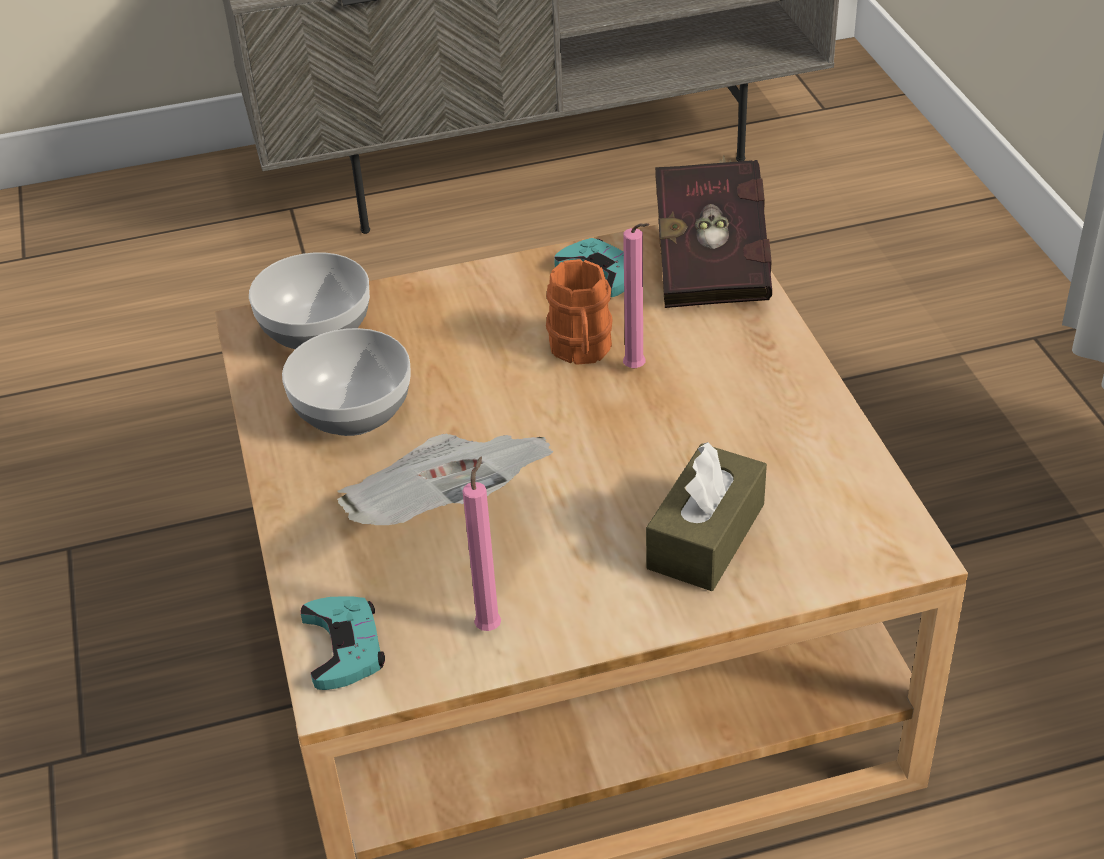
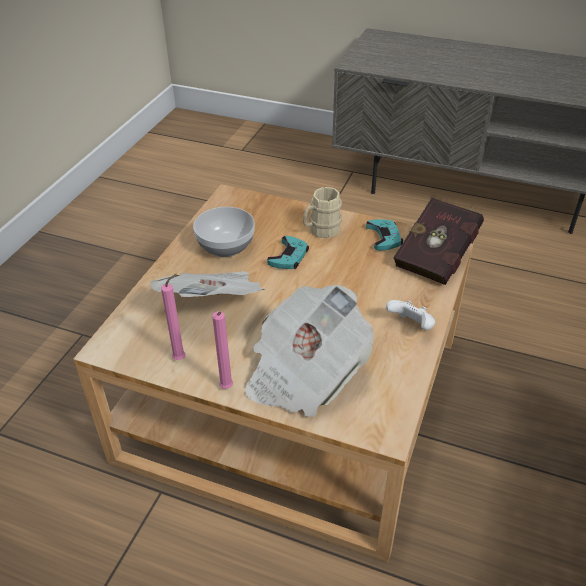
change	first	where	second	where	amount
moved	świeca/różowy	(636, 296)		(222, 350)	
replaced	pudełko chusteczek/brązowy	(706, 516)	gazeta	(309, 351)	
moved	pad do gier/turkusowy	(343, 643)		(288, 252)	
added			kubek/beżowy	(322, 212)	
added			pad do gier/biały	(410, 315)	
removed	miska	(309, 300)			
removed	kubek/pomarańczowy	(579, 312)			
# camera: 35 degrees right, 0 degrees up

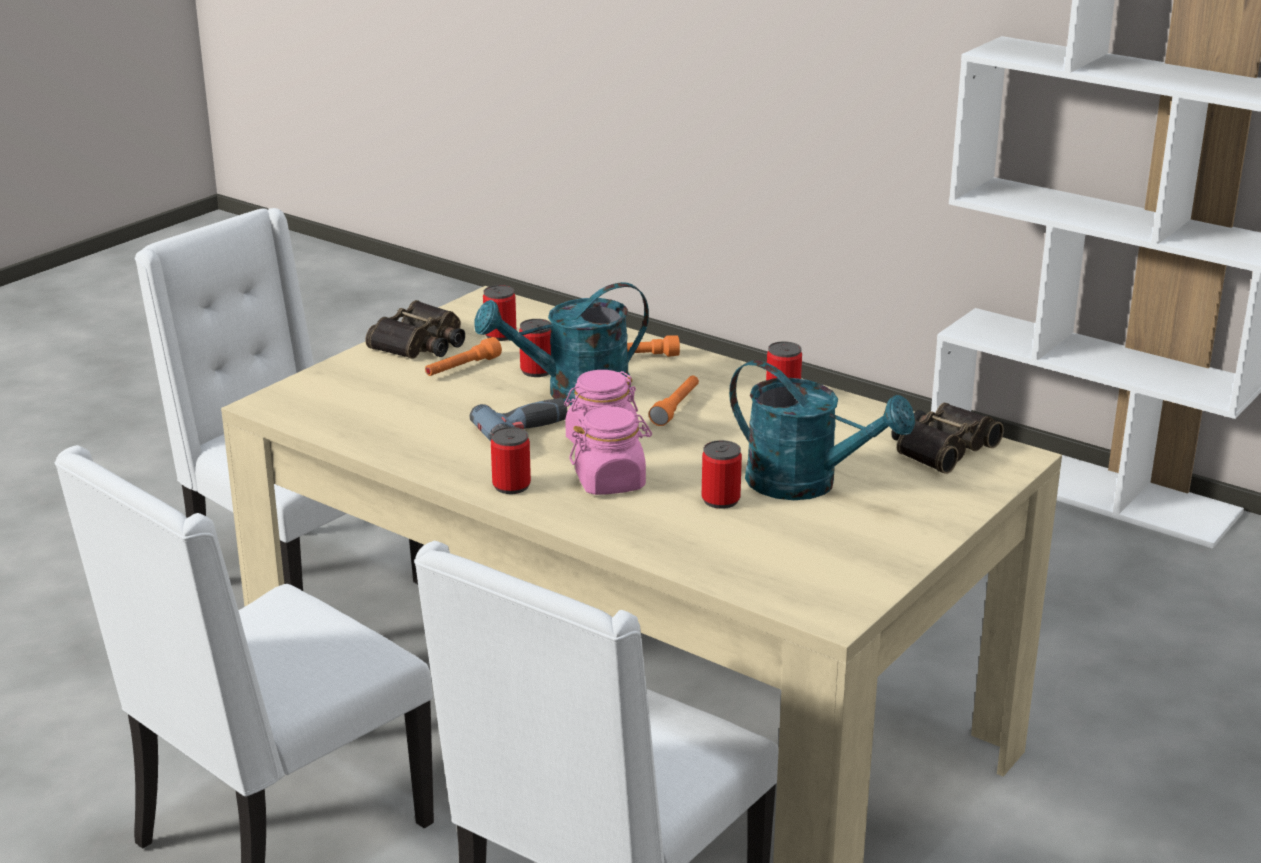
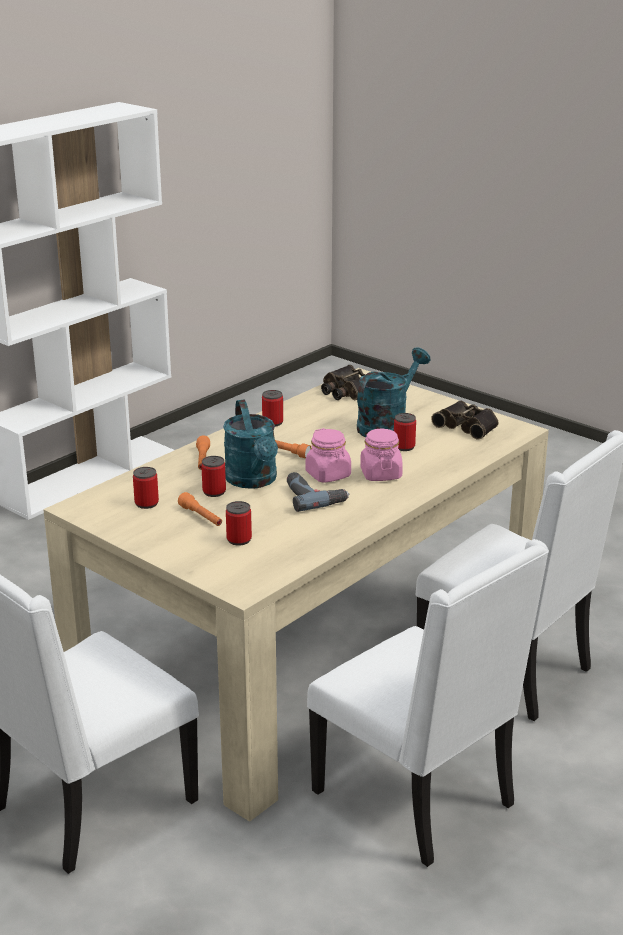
change	first	where	second	where	amount
moved	puszka	(511, 460)		(239, 523)	
moved	lornetka	(415, 329)		(464, 420)	
# camera: 85 degrees left, 0 degrees up

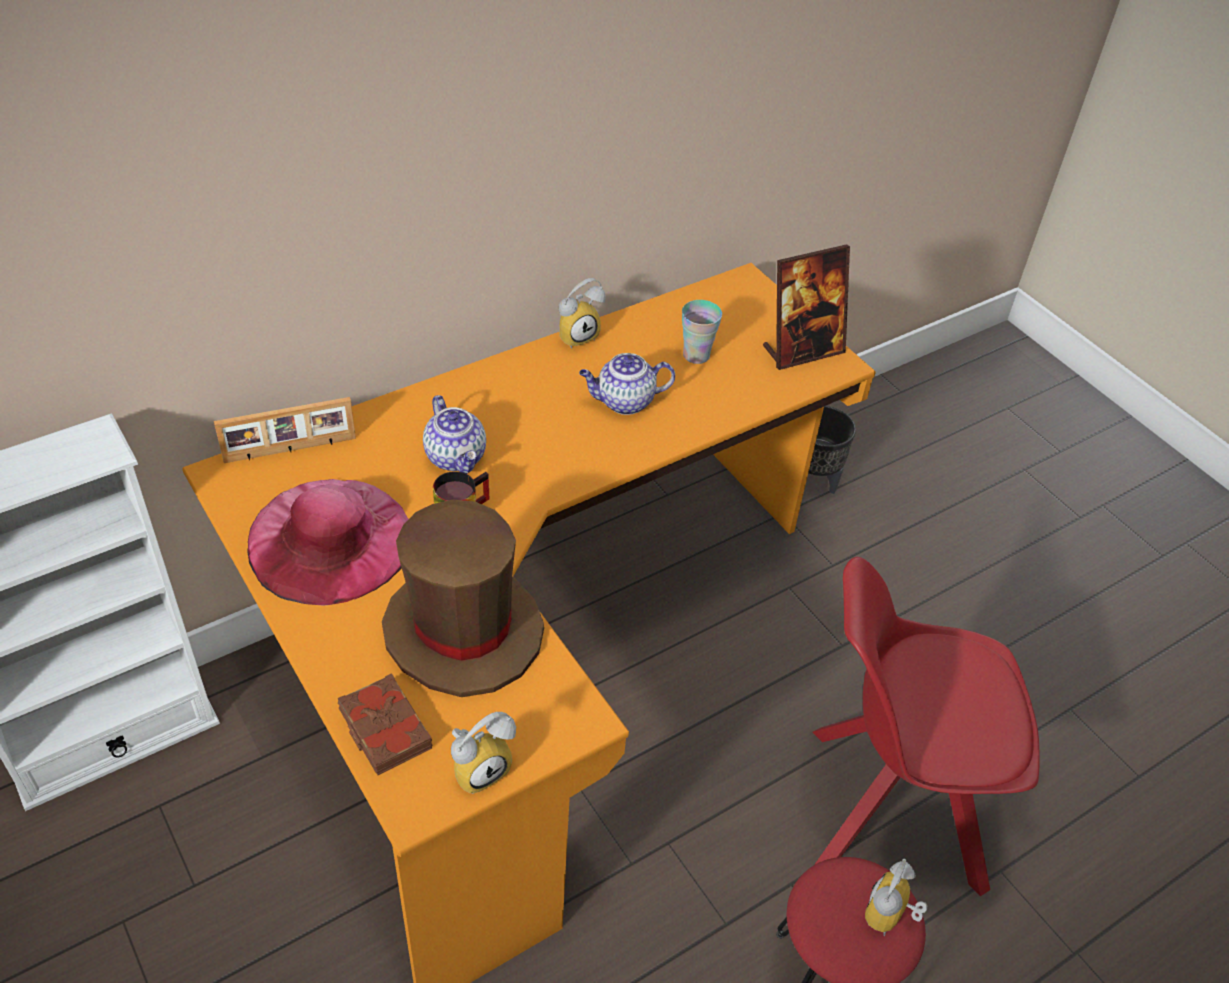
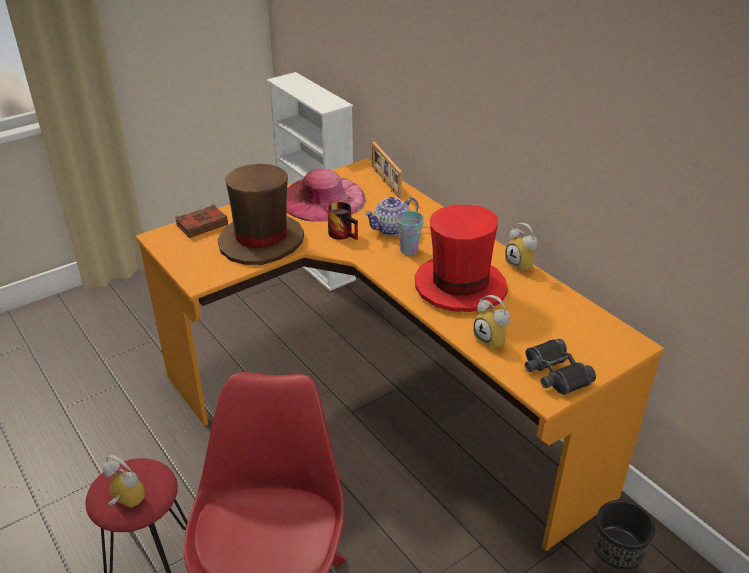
change	first	where	second	where	amount
moved	filiżanka	(702, 332)		(410, 233)	
replaced	imbryk	(627, 384)	kapelusz/czerwony	(461, 258)	
moved	budzik	(483, 753)		(491, 322)	
replaced	ramka na zdjęcie	(806, 307)	lornetka/czarny	(560, 367)	
# camera: 90 degrees right, 10 degrees down

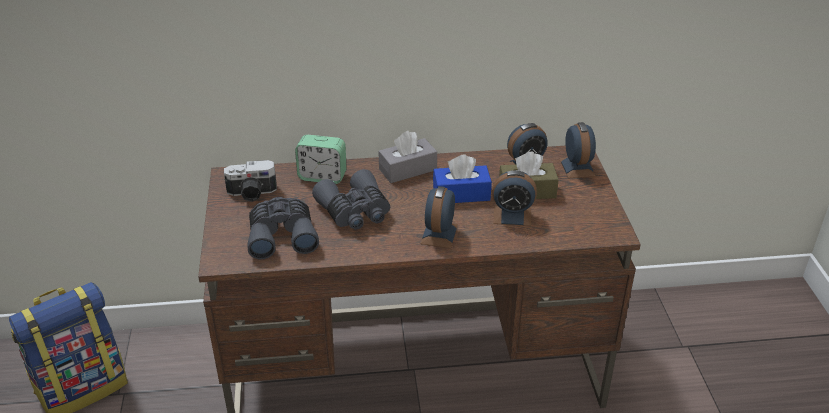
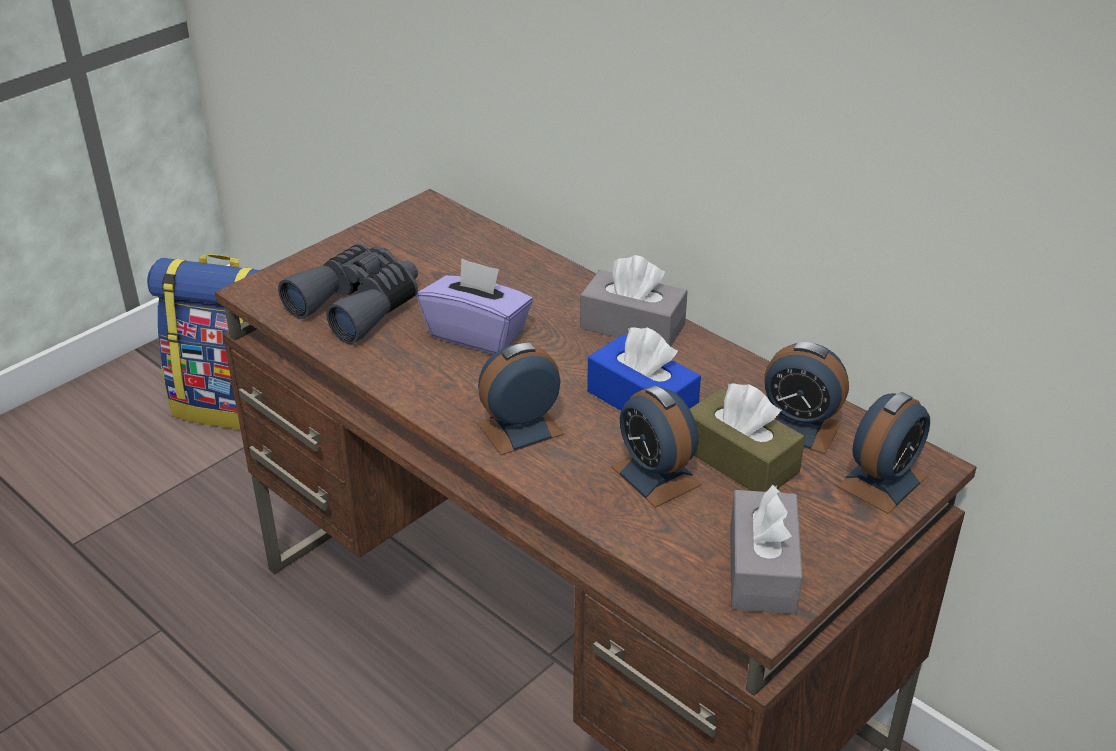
change	first	where	second	where	amount
replaced	lornetka/szary	(351, 199)	pudełko chusteczek/fioletowy	(475, 306)	
added			pudełko chusteczek/szary	(766, 549)	
removed	aparat fotograficzny	(250, 181)			
removed	budzik	(321, 159)			
# camera: 50 degrees right, 0 degrees up

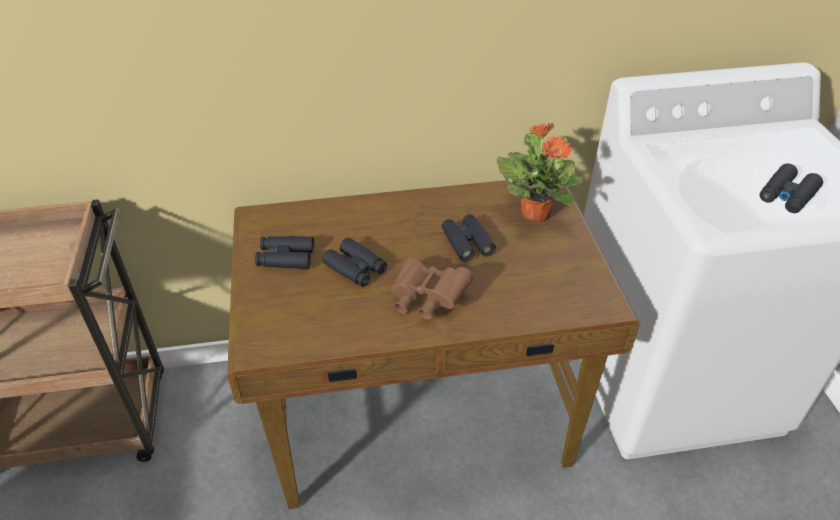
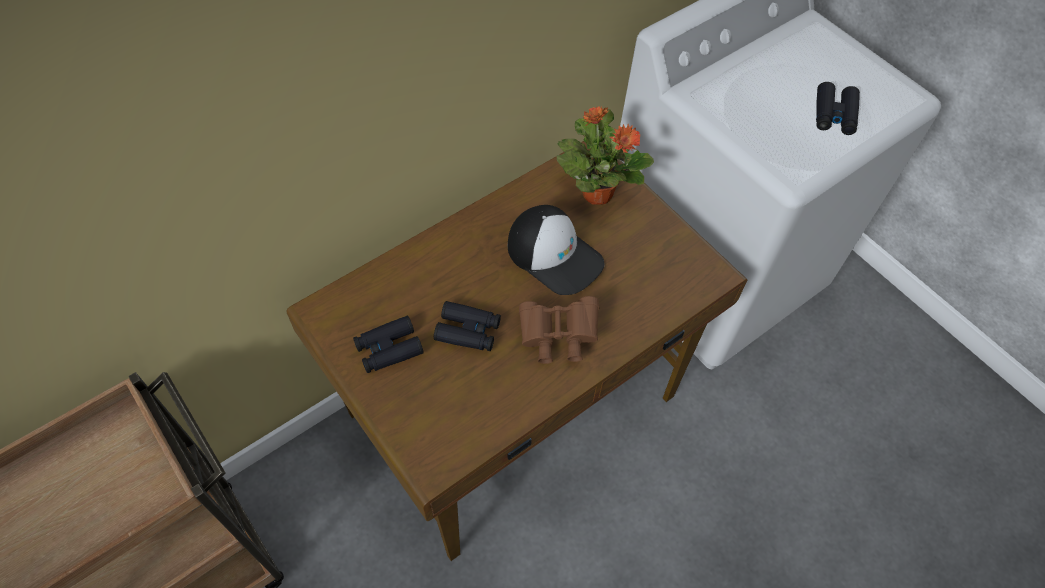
change	first	where	second	where	amount
replaced	lornetka/czarny	(469, 238)	czapka z daszkiem	(556, 250)	
# camera: 30 degrees left, 15 degrees up

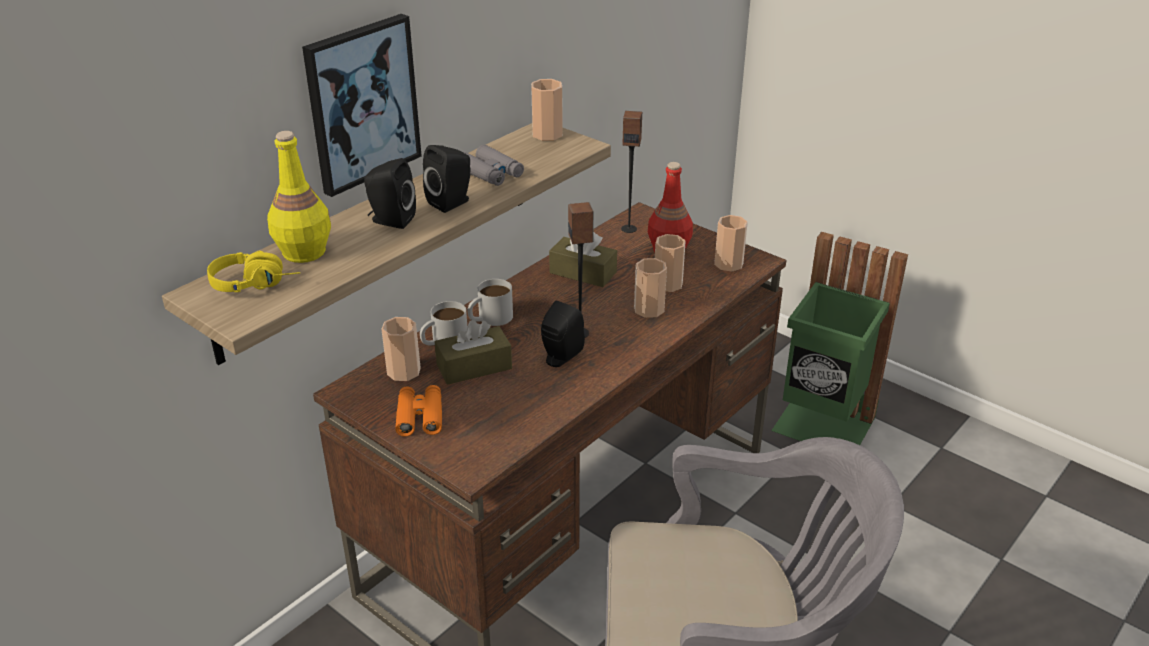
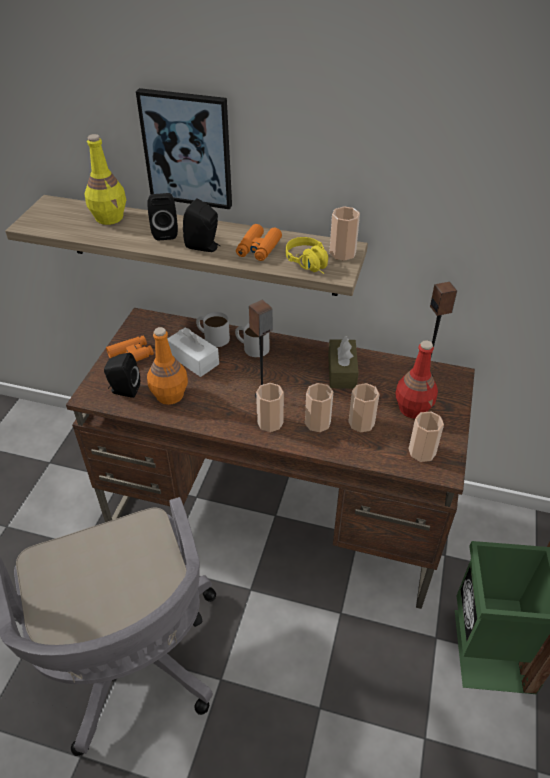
change	first	where	second	where	amount
moved	głośnik/czarny	(563, 334)		(122, 375)	
added			butelka/pomarańczowy	(167, 366)	
recoloured	pudełko chusteczek/brązowy	(473, 352)	pudełko chusteczek/biały	(193, 352)	
recoloured	lornetka/szary	(493, 165)	lornetka/pomarańczowy	(259, 242)	
moved	filiżanka	(401, 349)		(270, 407)	
moved	słuchawki/żółty	(253, 271)		(307, 255)	
# camera: 65 degrees right, 10 degrees up

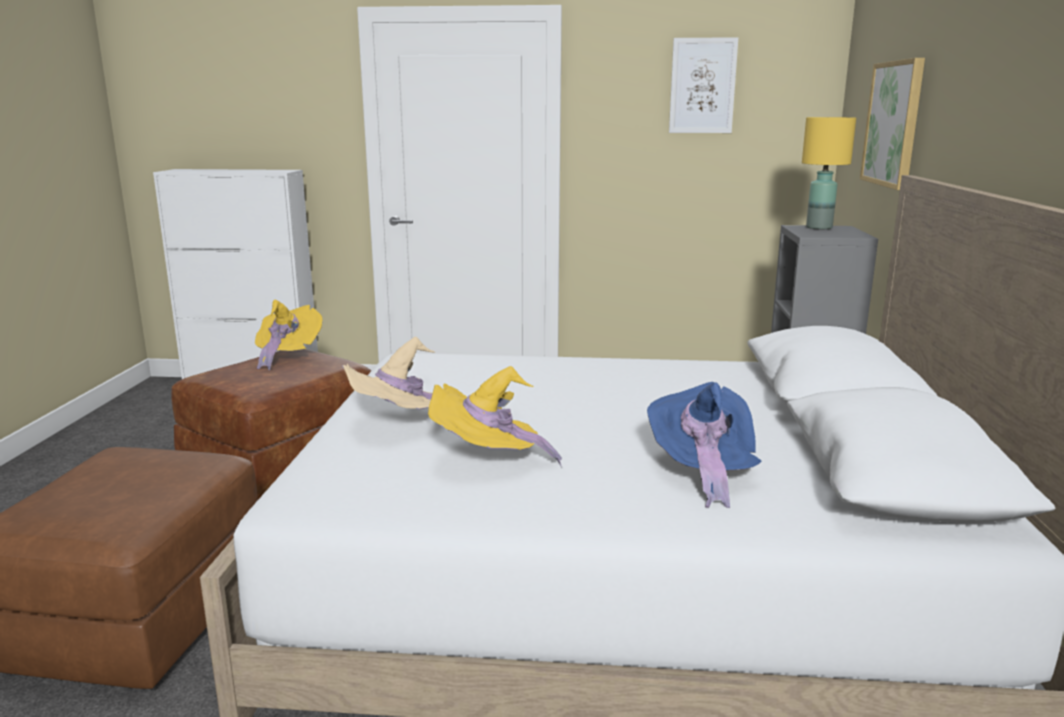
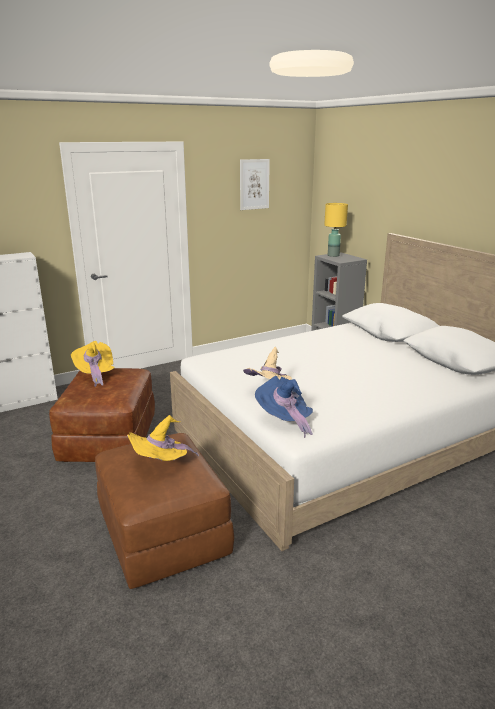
change	first	where	second	where	amount
moved	kapelusz/żółty	(495, 416)		(163, 438)	
moved	kapelusz/niebieski	(704, 445)		(284, 407)	
removed	obraz	(892, 124)			
# camera: 35 degrees left, 5 degrees up

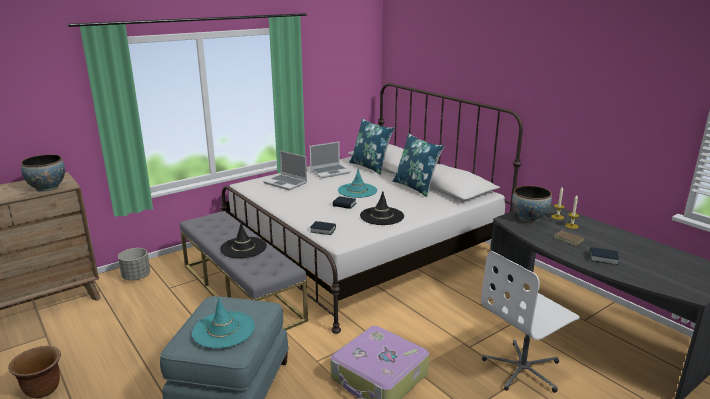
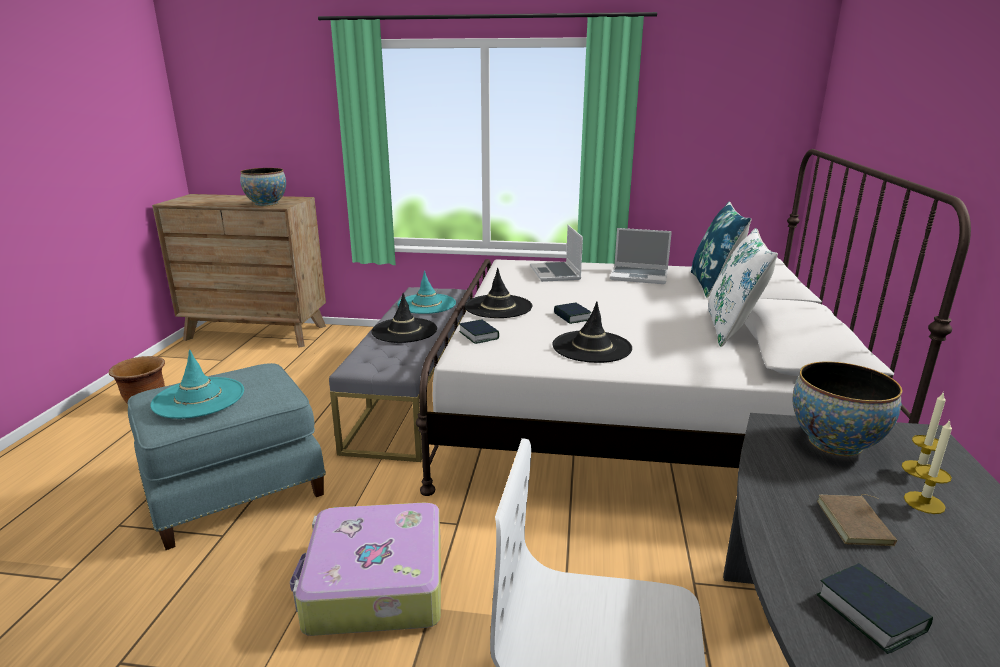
change	first	where	second	where	amount
moved	kapelusz/turkusowy	(357, 183)		(426, 292)	
added			kapelusz/czarny	(498, 293)	
recoloured	poduszka/niebieski	(418, 165)	poduszka/biały	(743, 287)	
removed	donica/szary	(134, 264)			
# camera: 45 degrees right, 0 degrees up

